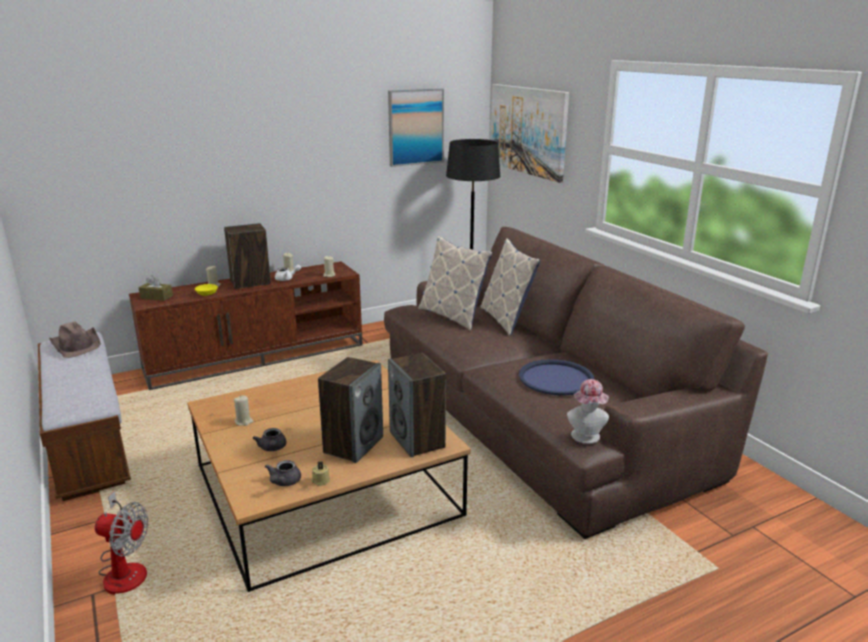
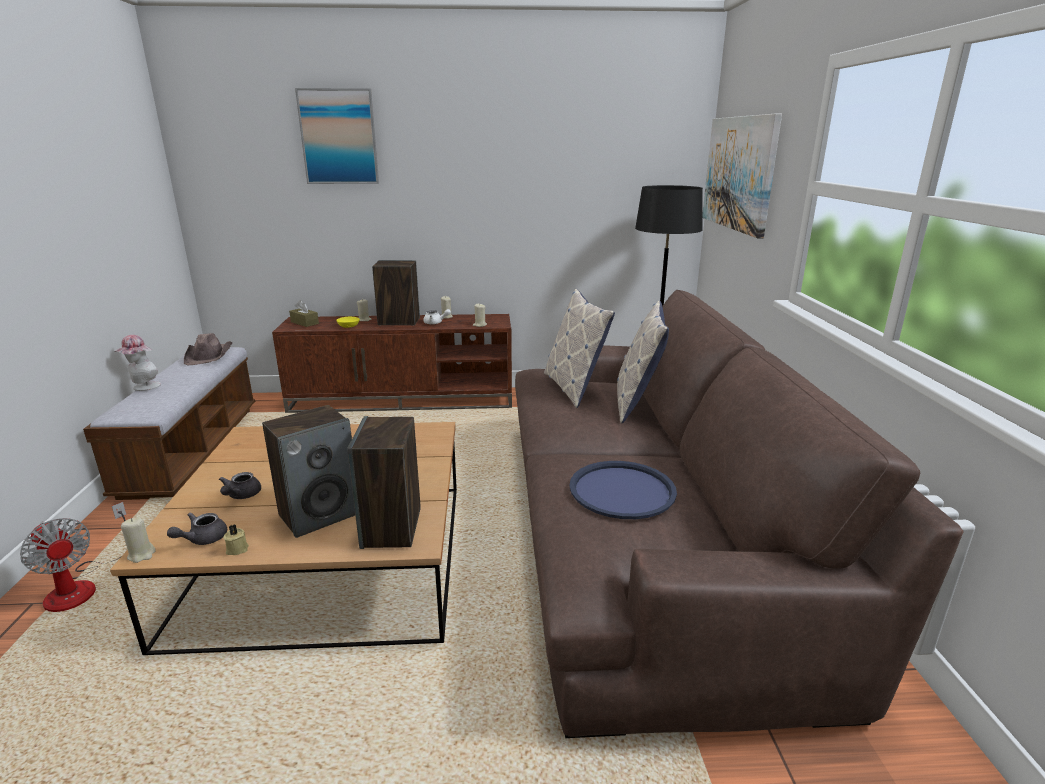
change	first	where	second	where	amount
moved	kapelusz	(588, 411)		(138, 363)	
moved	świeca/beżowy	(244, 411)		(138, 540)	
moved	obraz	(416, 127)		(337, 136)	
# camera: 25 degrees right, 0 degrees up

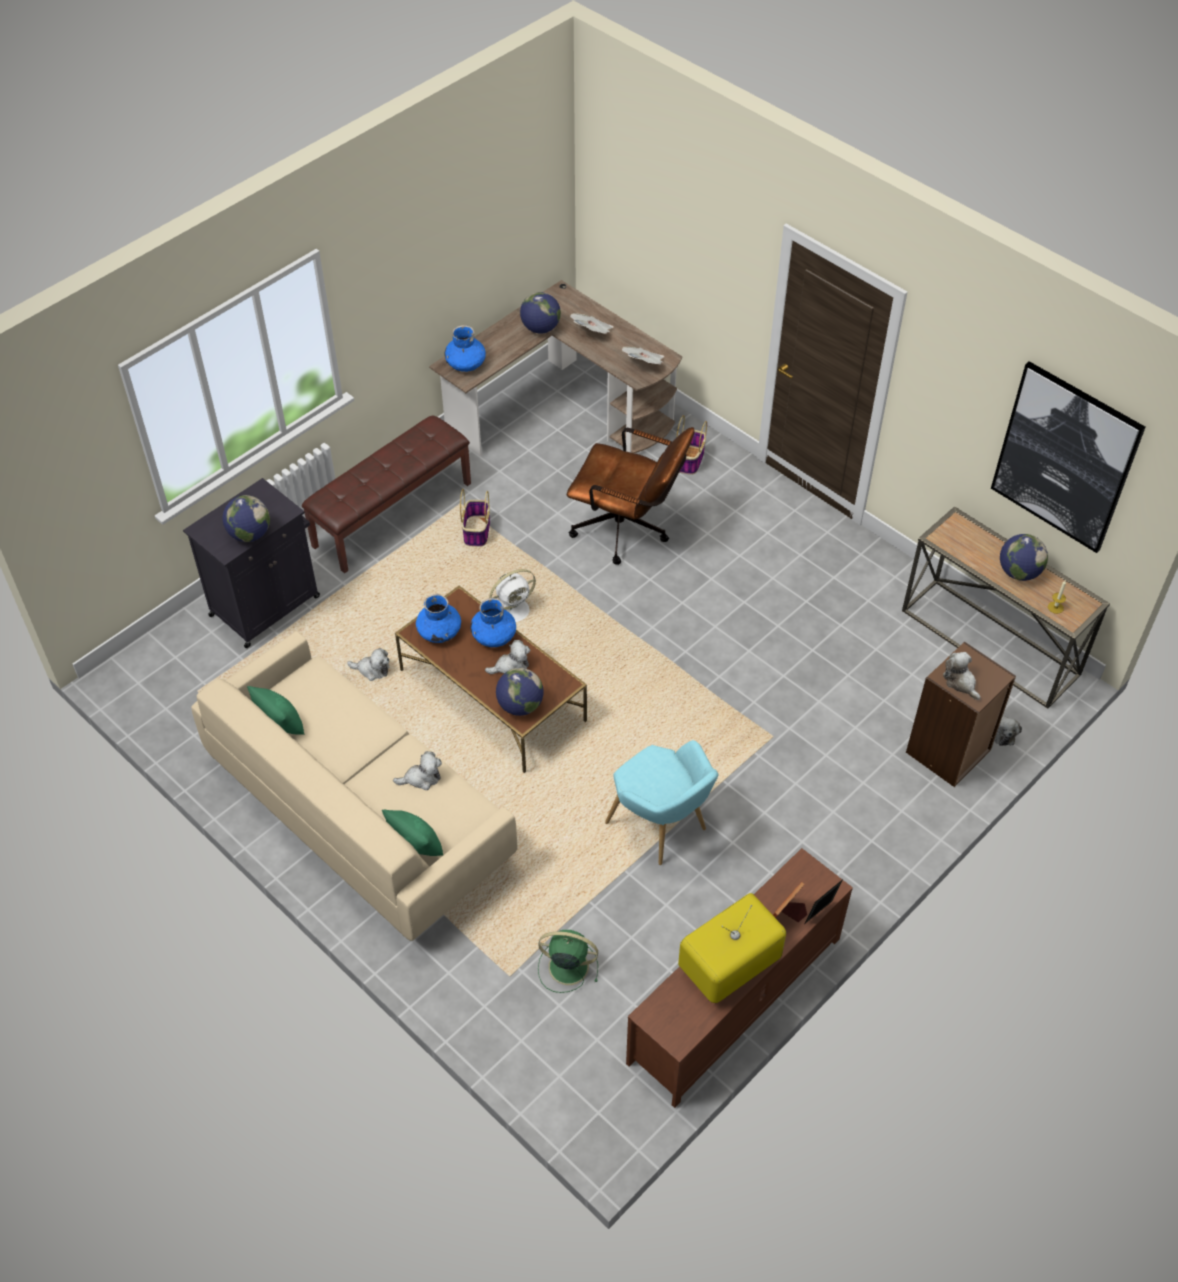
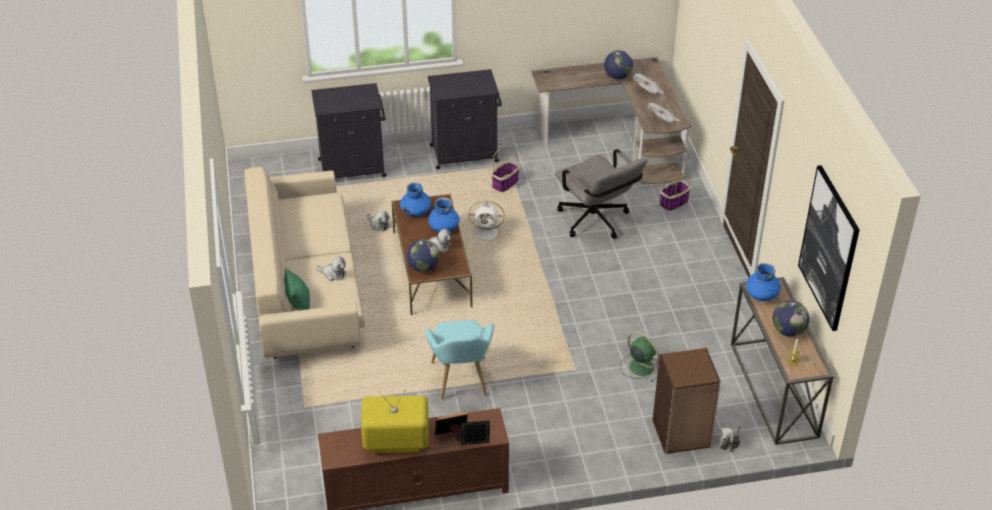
change	first	where	second	where	amount
replaced	ławka/brązowy	(386, 494)	szafka/czarny	(465, 119)	
recoloured	krzesło biurowe/brązowy	(630, 496)	krzesło biurowe/szary	(601, 194)	
moved	wentylator/zielony	(568, 961)		(639, 357)	
moved	wazon/niebieski	(465, 348)		(763, 282)	
removed	globus	(246, 518)			
removed	poduszka/zielony	(276, 710)			
removed	pluszak	(962, 676)			
# camera: 35 degrees right, 10 degrees down

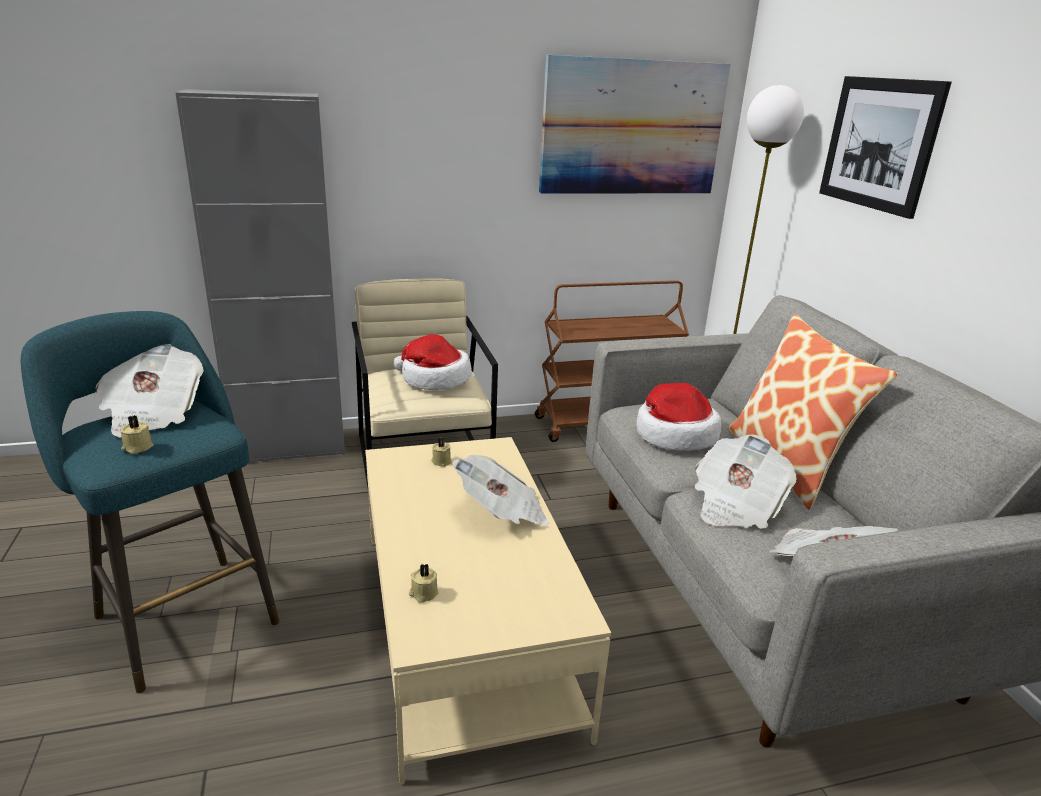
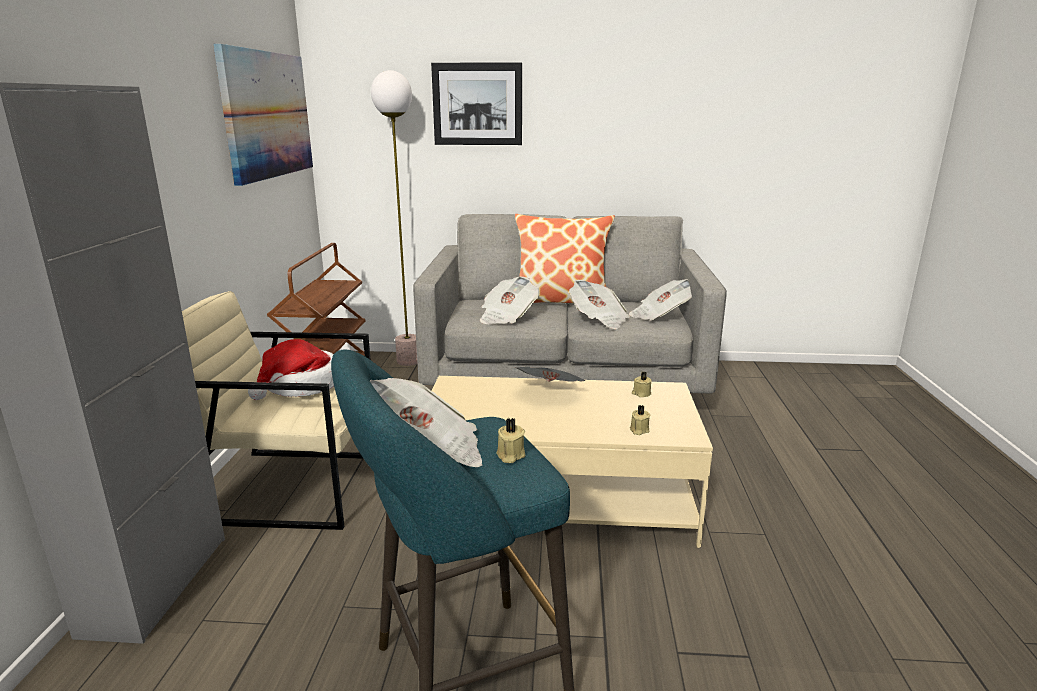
change	first	where	second	where	amount
replaced	kapelusz	(679, 417)	gazeta	(509, 300)	
moved	świeca/beżowy	(441, 452)		(642, 384)	
# camera: 70 degrees left, 5 degrees down

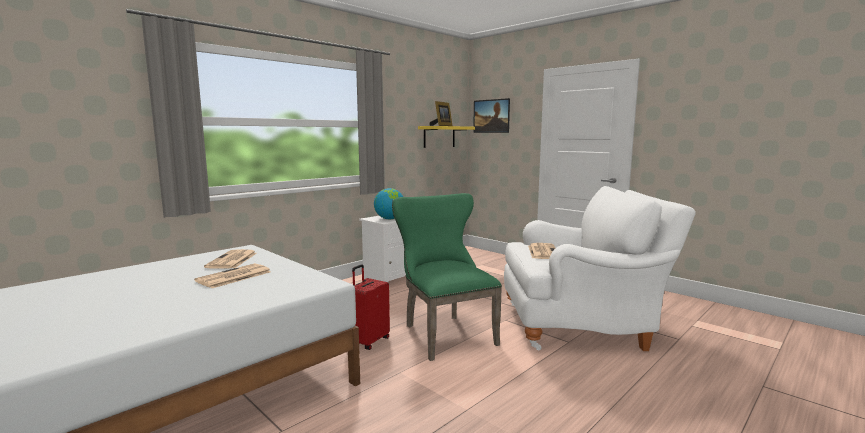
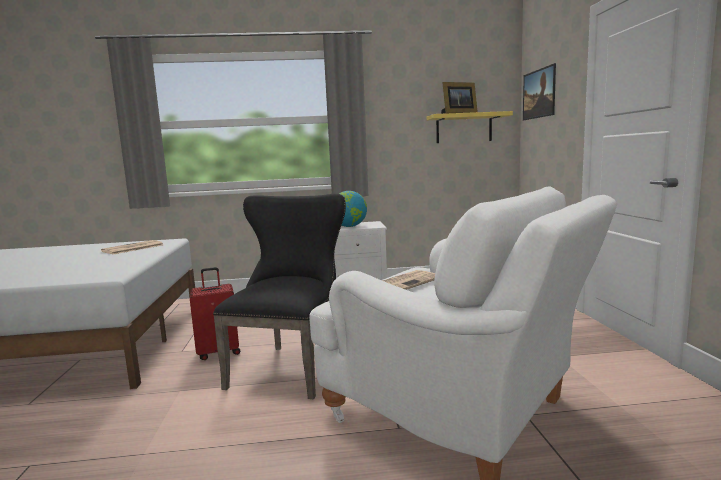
change	first	where	second	where	amount
recoloured	krzesło/zielony	(447, 277)	krzesło/czarny	(279, 296)	
removed	gazeta	(232, 275)			
# camera: 40 degrees right, 0 degrees up

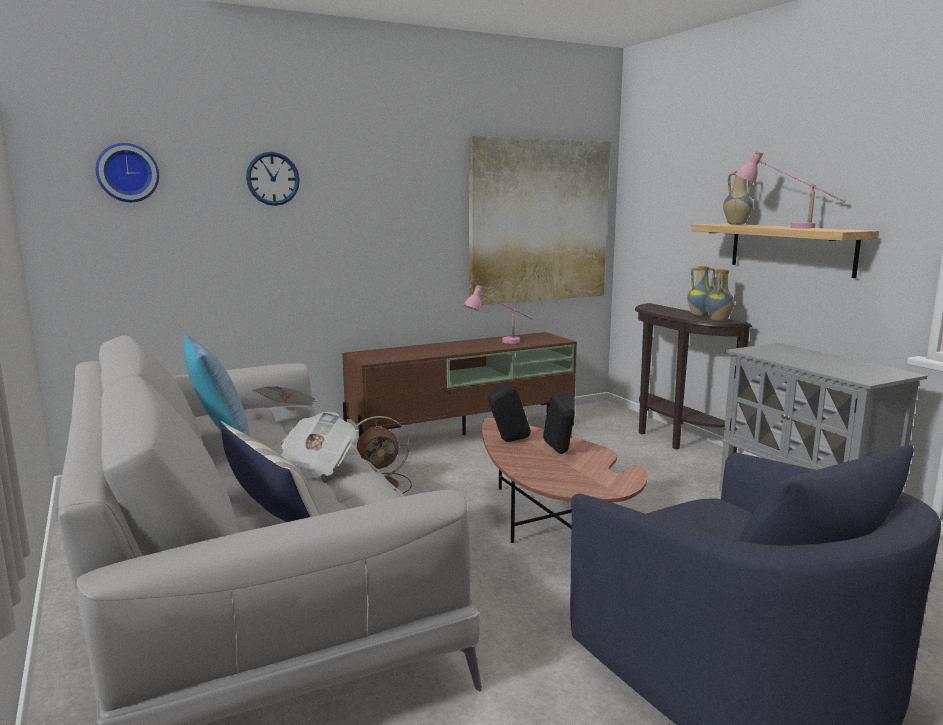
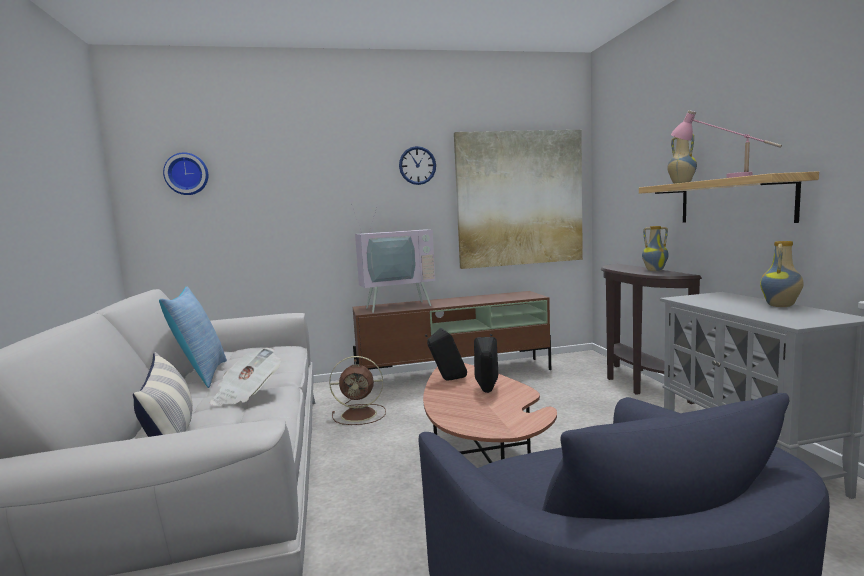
change	first	where	second	where	amount
added			telewizor	(393, 258)	
moved	zegar ścienny	(273, 179)		(417, 165)	
moved	wazon	(720, 295)		(781, 274)	
removed	gazeta	(283, 395)			
removed	lampa stołowa/różowy	(499, 314)			
# camera: 15 degrees right, 5 degrees down

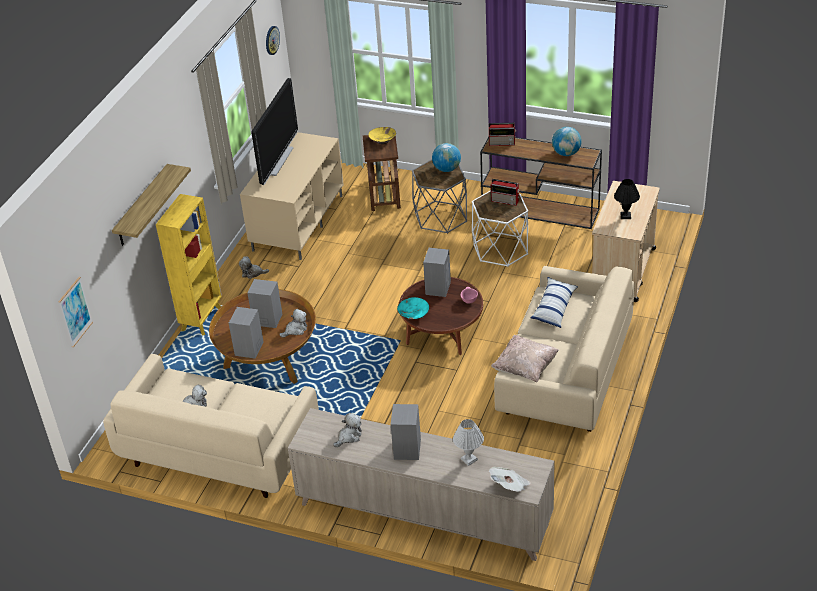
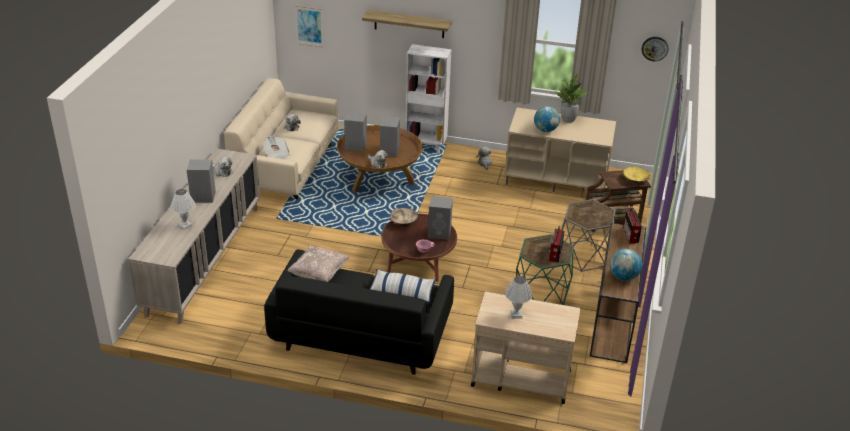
change	first	where	second	where	amount
moved	gazeta	(510, 479)		(276, 147)	
recoloured	kanapa/beżowy	(564, 349)	kanapa/czarny	(359, 312)	
recoloured	miska/turkusowy	(413, 308)	miska/beżowy	(404, 216)	
recoloured	regał/żółty	(189, 265)	regał/biały	(428, 99)	
recoloured	lampa stołowa/czarny	(627, 199)	lampa stołowa/biały	(519, 297)	
recoloured	stolik/biały	(500, 228)	stolik/zielony	(545, 269)	
moved	globus	(446, 157)		(547, 119)	
replaced	telewizor	(274, 131)	roślina doniczkowa	(570, 98)	
# camera: 80 degrees right, 5 degrees down

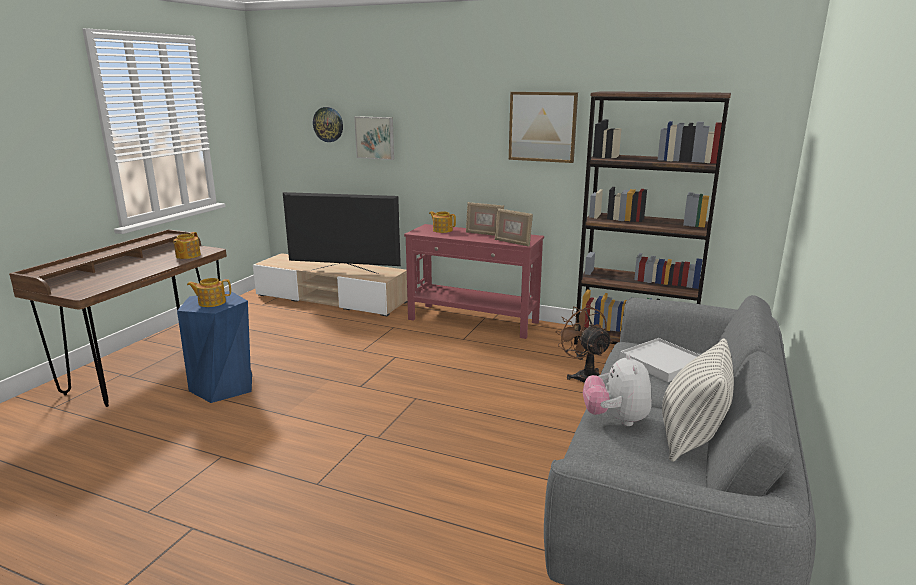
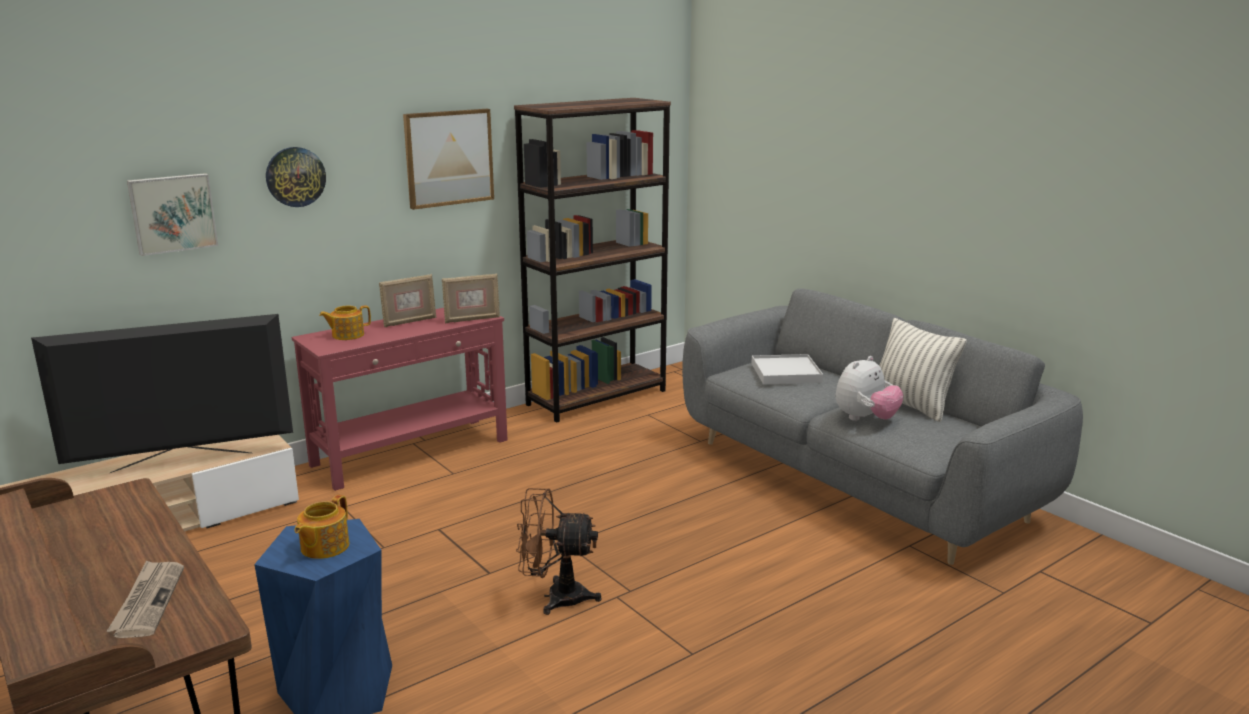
change	first	where	second	where	amount
turned	telewizor	(342, 233)		(162, 393)	150 degrees counterclockwise
added			gazeta	(145, 599)	
moved	zegar ścienny	(328, 124)		(296, 177)	
moved	wentylator/brązowy	(584, 344)		(558, 551)	
turned	pluszak	(617, 389)		(870, 388)	75 degrees counterclockwise
removed	imbryk	(187, 245)			
# camera: 60 degrees left, 0 degrees up

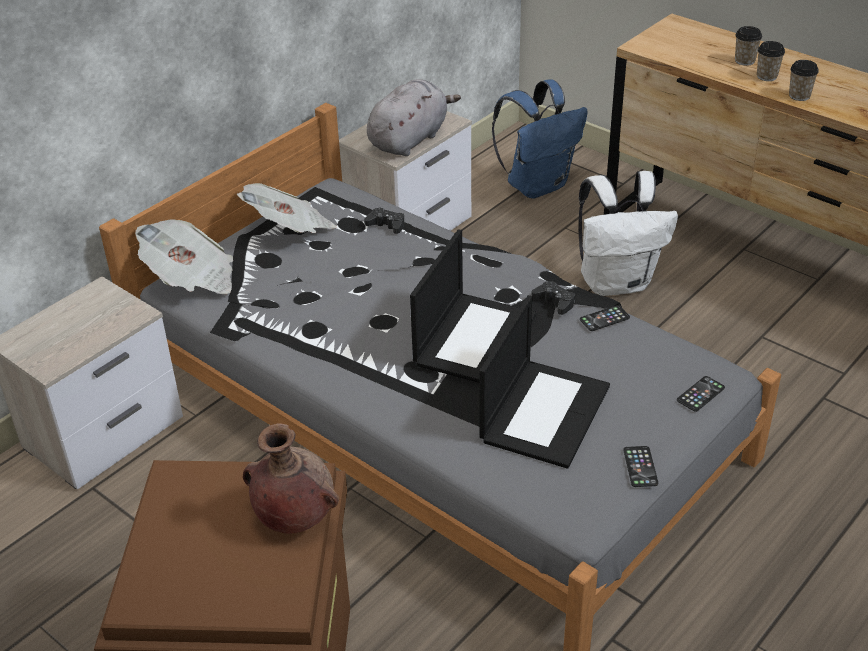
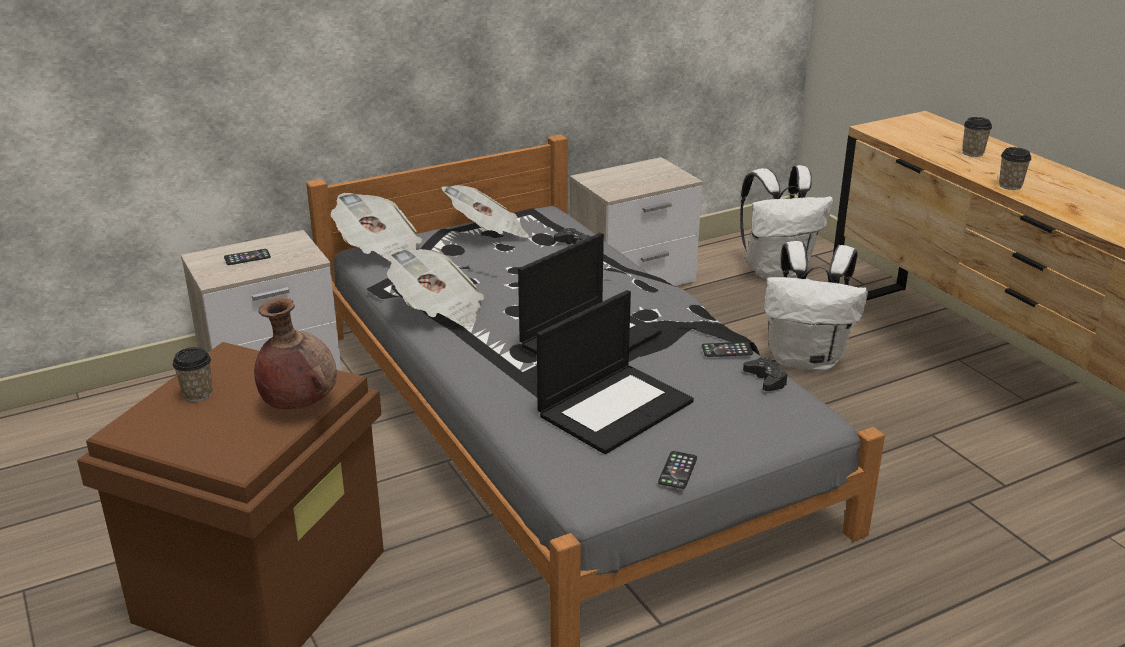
change	first	where	second	where	amount
moved	filiżanka	(771, 61)		(192, 374)	
moved	telefon	(701, 394)		(247, 257)	
added			gazeta	(435, 288)	
recoloured	plecak/niebieski	(540, 139)	plecak/biały	(786, 222)	
moved	pad do gier/czarny	(553, 298)		(765, 374)	
removed	pluszak/szary	(414, 117)			
# camera: 20 degrees right, 10 degrees down

